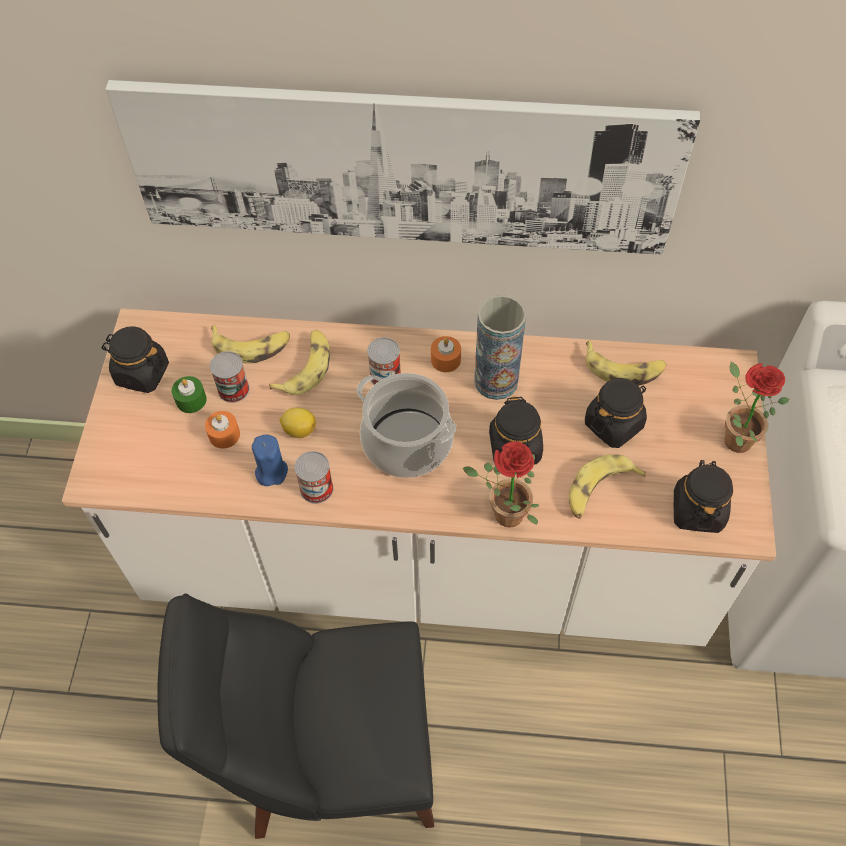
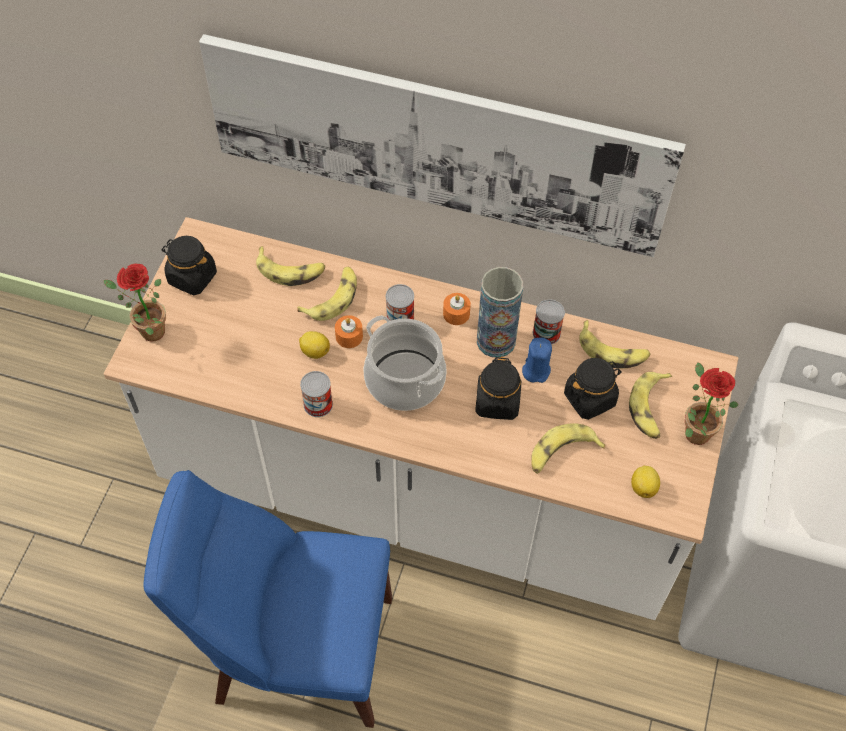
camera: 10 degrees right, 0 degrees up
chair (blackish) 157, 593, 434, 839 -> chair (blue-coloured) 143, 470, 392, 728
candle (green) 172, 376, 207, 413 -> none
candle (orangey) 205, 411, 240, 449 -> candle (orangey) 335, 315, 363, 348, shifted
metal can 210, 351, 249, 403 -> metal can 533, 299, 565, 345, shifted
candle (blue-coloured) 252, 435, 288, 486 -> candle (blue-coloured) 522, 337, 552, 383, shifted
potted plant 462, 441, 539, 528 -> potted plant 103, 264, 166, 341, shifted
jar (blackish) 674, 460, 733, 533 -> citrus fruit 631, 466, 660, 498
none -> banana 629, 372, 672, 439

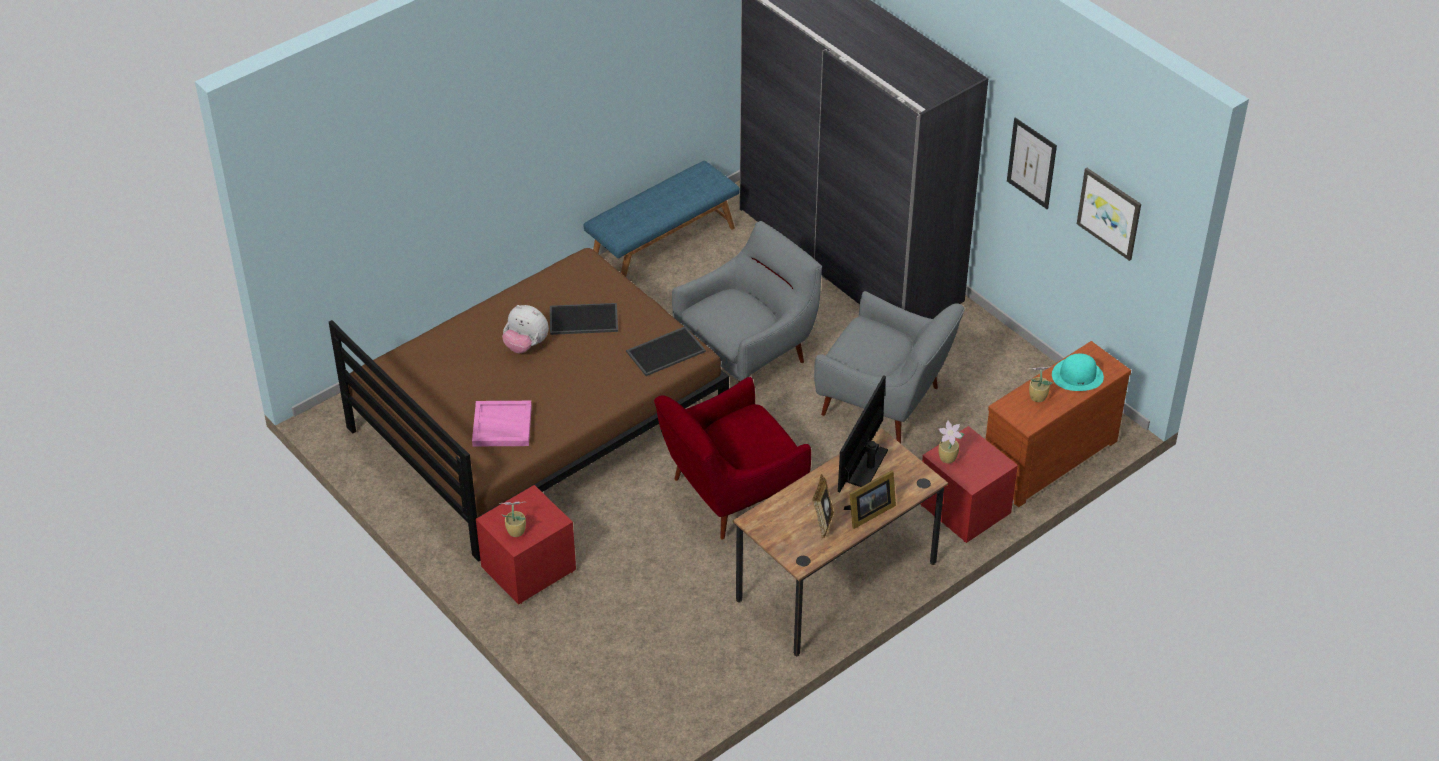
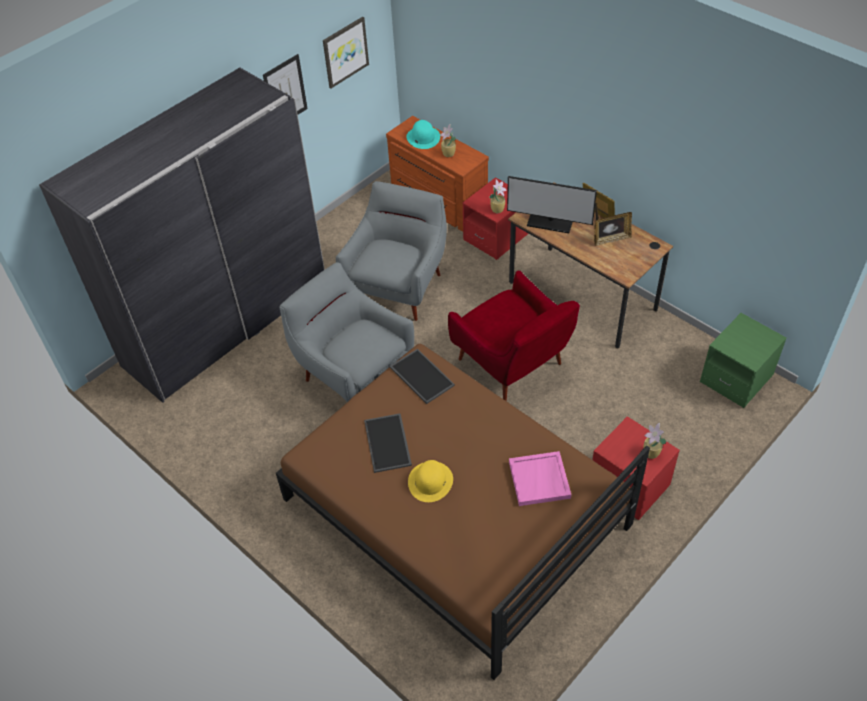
camera: 95 degrees left, 5 degrees up
cuddly toy 502, 305, 549, 353 -> clothing hat (yellowish) 408, 460, 453, 502
bench (blue-coloured) 584, 161, 740, 277 -> none
none -> bedside table (green) 700, 313, 787, 408

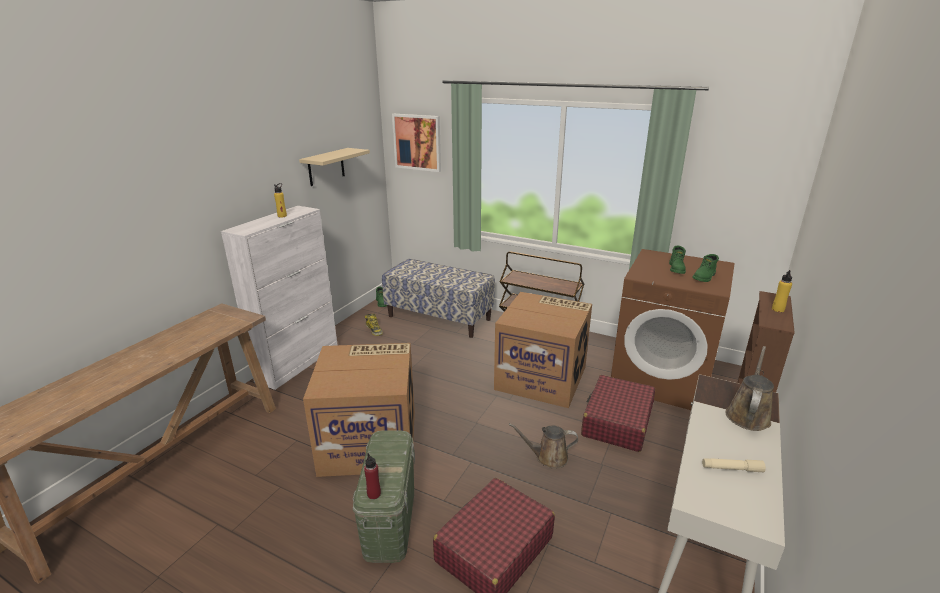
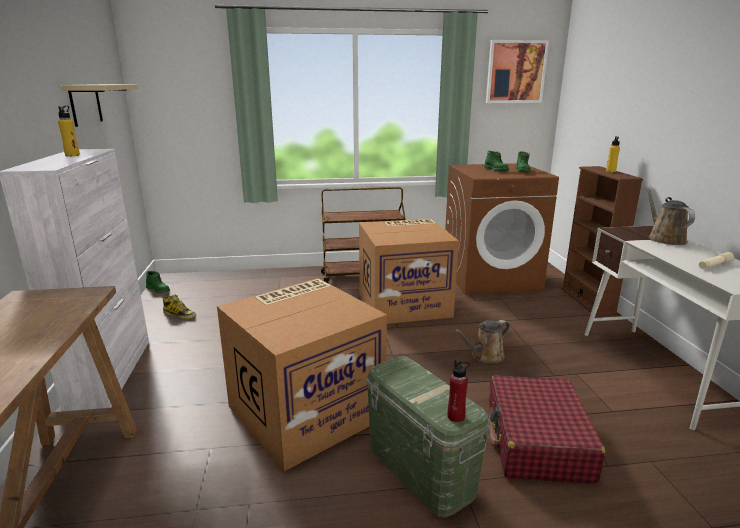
camera: 35 degrees left, 5 degrees down
bench 382, 259, 495, 338 -> none
wall picture 392, 114, 441, 172 -> wall picture 486, 40, 549, 103, shifted
travel case (red-coloured) 581, 375, 655, 452 -> none

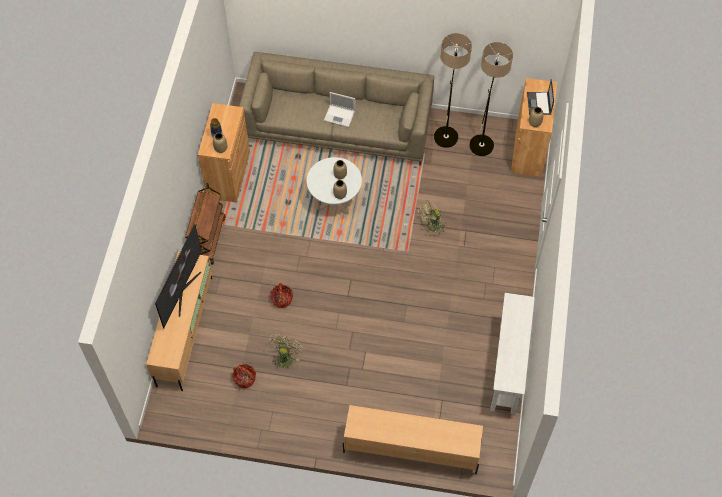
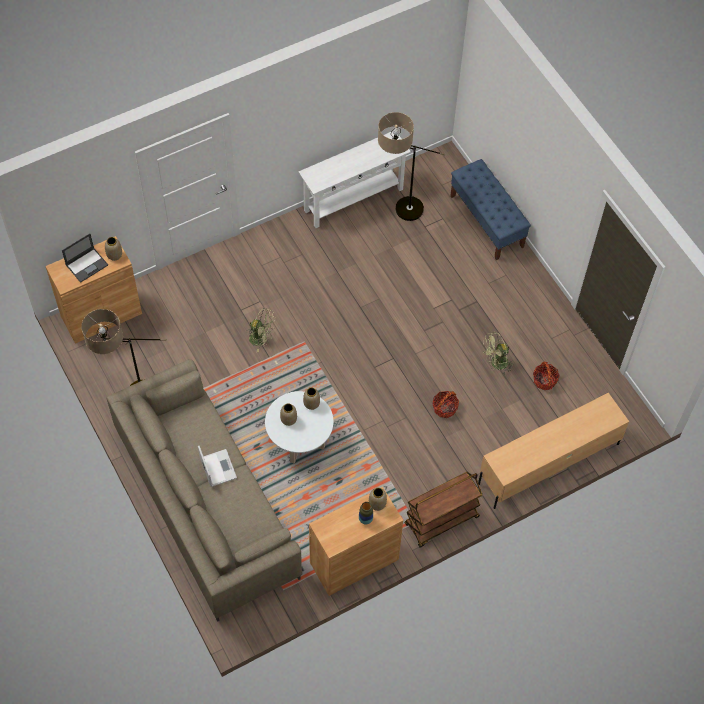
camera: 130 degrees left, 0 degrees up
TV 155, 224, 202, 328 -> none
tv unit (beige-coloured) 343, 405, 483, 474 -> bench (blue-coloured) 450, 159, 531, 260
standing lamp 469, 42, 513, 156 -> standing lamp 378, 112, 445, 221, shifted

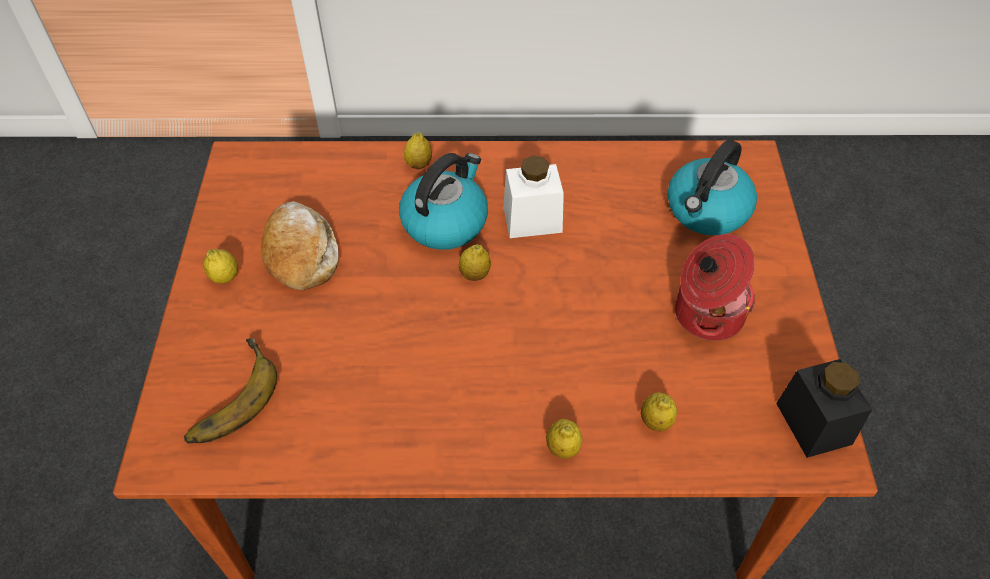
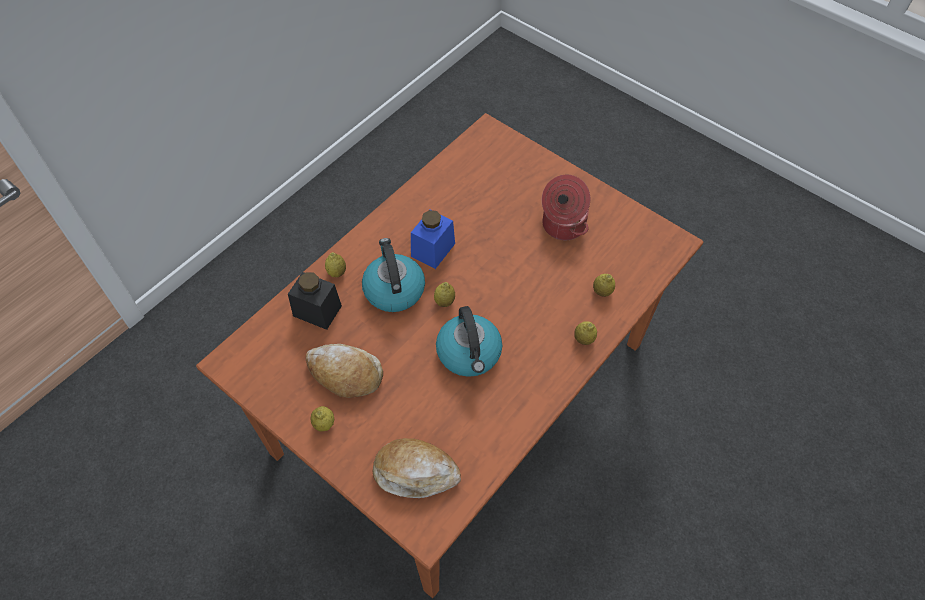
camera: 50 degrees left, 5 degrees up
banana 184, 338, 277, 444 -> bakery bread 373, 438, 461, 498
jar (white) 503, 156, 564, 238 -> jar (blue-coloured) 411, 210, 455, 269
water kettle 667, 140, 757, 235 -> water kettle 436, 306, 502, 377, shifted
jar (blackish) 776, 359, 872, 458 -> jar (blackish) 288, 272, 342, 330, shifted

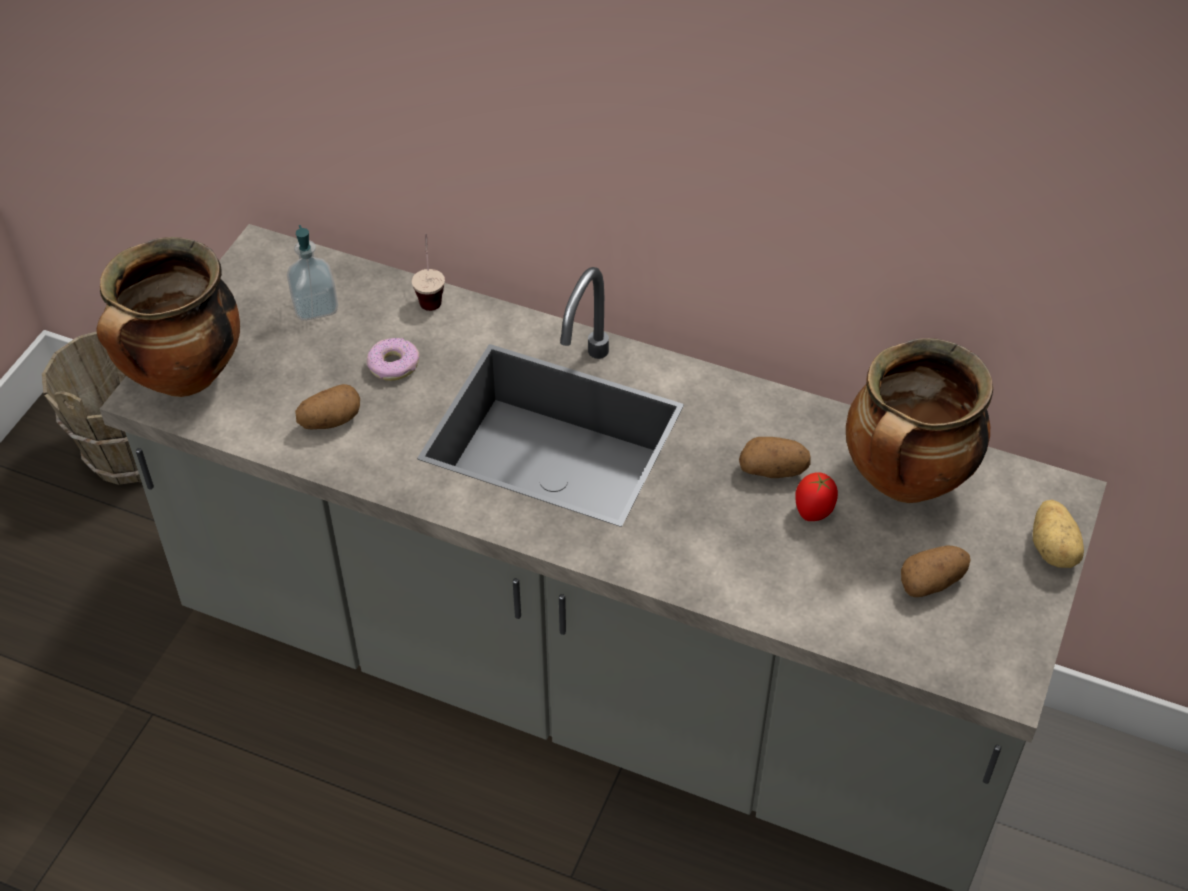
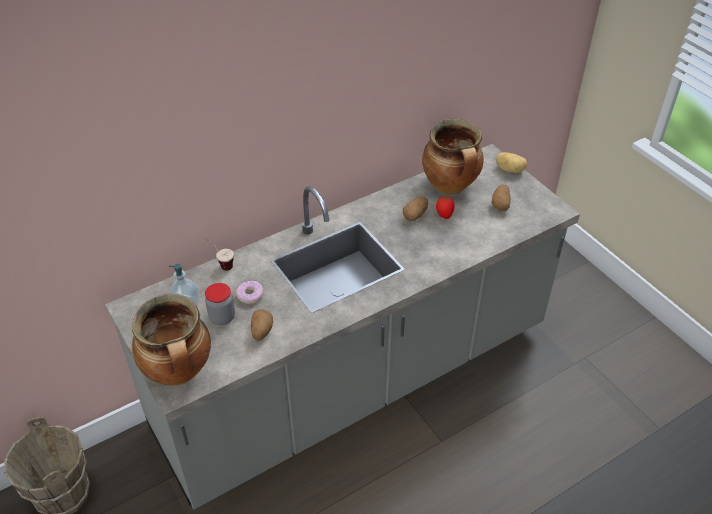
camera: 55 degrees left, 5 degrees down
none -> jar 205, 283, 235, 325

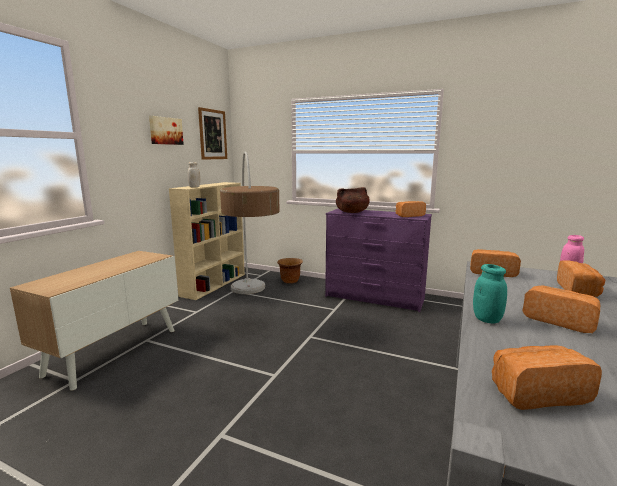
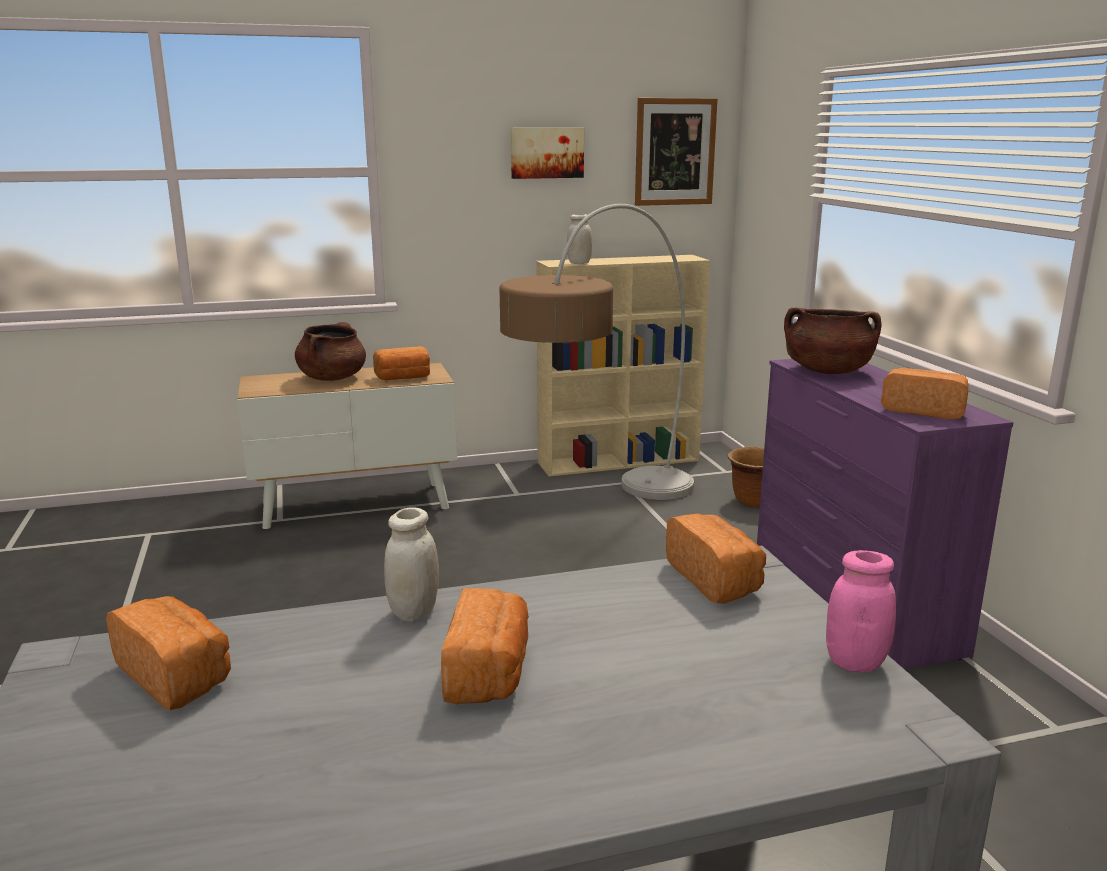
camera: 50 degrees right, 5 degrees up
jar (turquoise-coloured) 473, 264, 507, 324 -> jar (white) 384, 507, 439, 622
bakery bread 557, 260, 605, 297 -> bakery bread 373, 346, 430, 381, shifted
none -> saucepot (brown-coloured) 295, 322, 366, 381

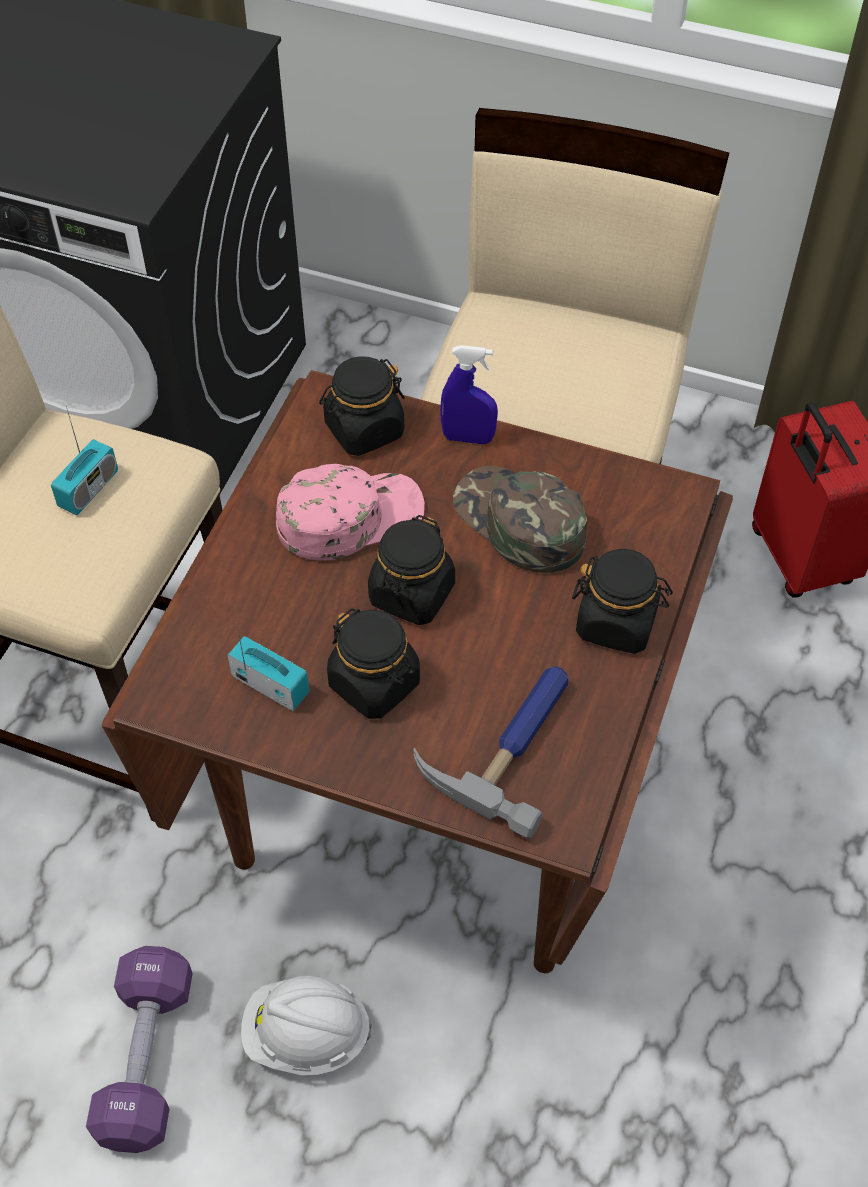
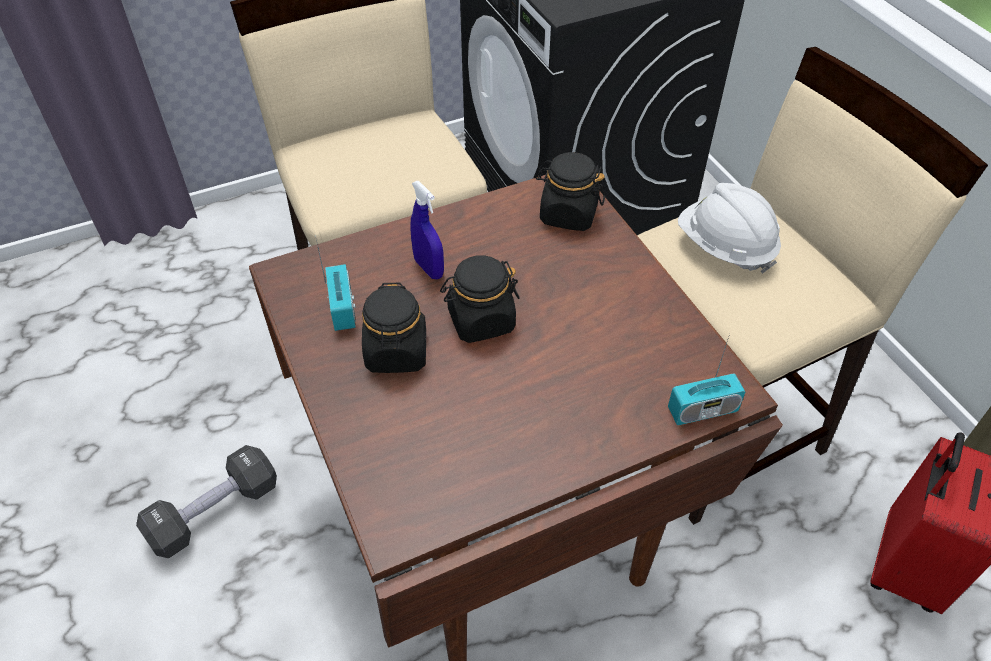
camera: 45 degrees right, 5 degrees down
radio 51, 406, 118, 515 -> radio 668, 333, 745, 425, shifted
dumbbell (purplish) 86, 946, 193, 1153 -> dumbbell (blackish) 136, 445, 277, 558
safety helmet (white) 241, 975, 372, 1075 -> safety helmet (white) 678, 183, 781, 274, shifted
peaked cap (pink-coloured) 276, 464, 425, 561 -> none
tool hammer 413, 666, 568, 839 -> none
hand sprayer (blue-coloured) 440, 345, 498, 444 -> hand sprayer (blue-coloured) 410, 181, 444, 279, shifted
peaked cap (green) 453, 466, 587, 573 -> none
jar (blackish) 572, 549, 673, 654 -> none

